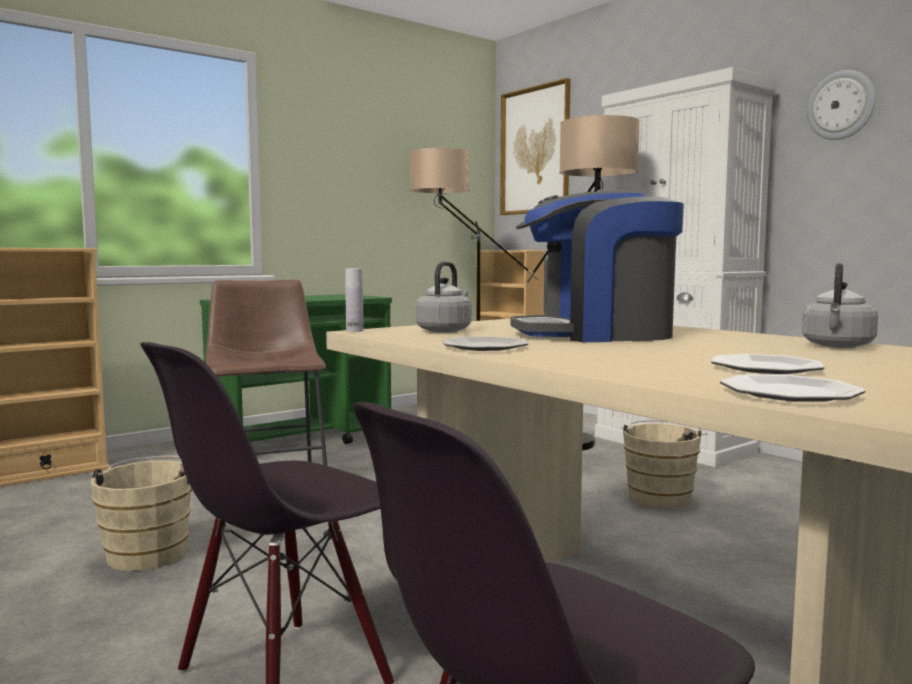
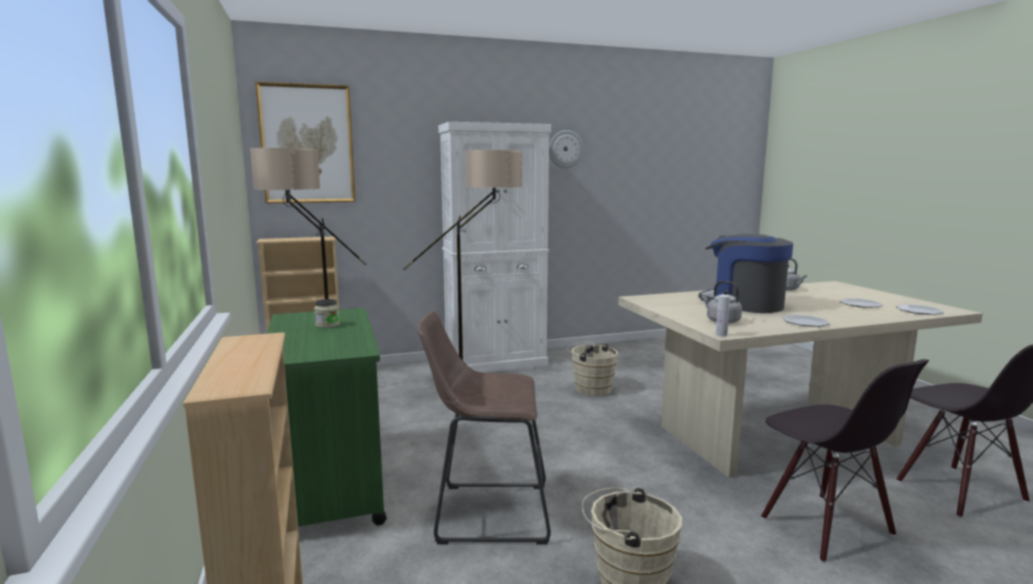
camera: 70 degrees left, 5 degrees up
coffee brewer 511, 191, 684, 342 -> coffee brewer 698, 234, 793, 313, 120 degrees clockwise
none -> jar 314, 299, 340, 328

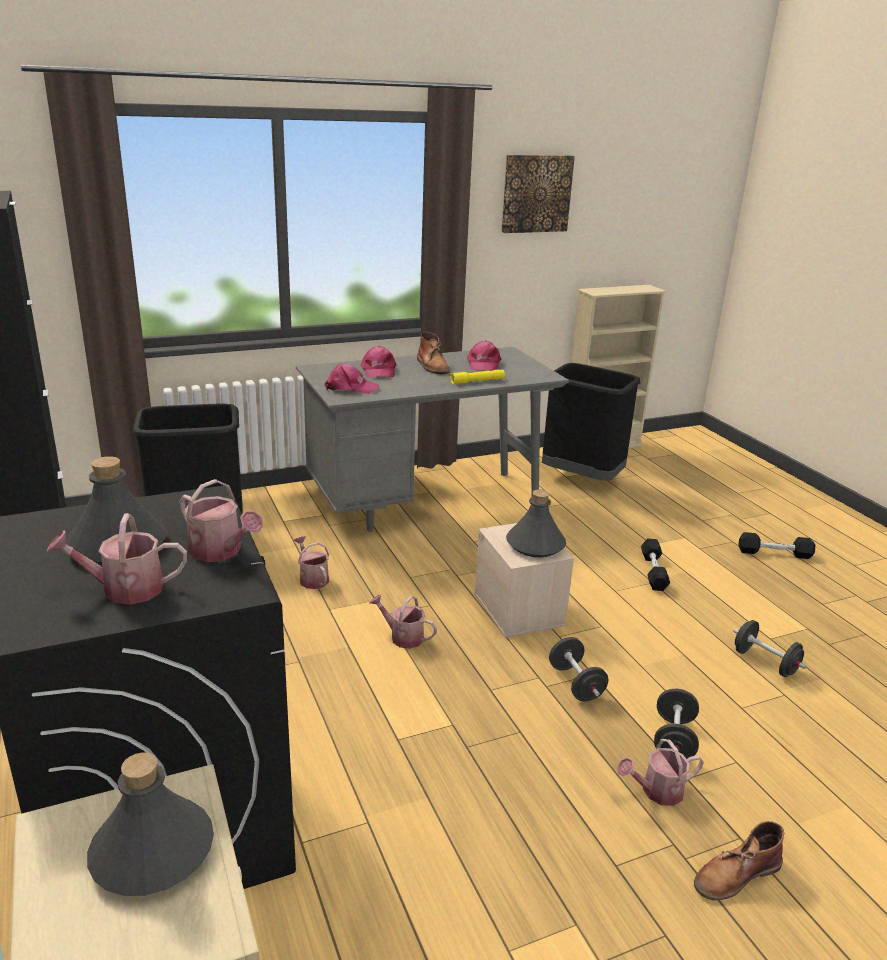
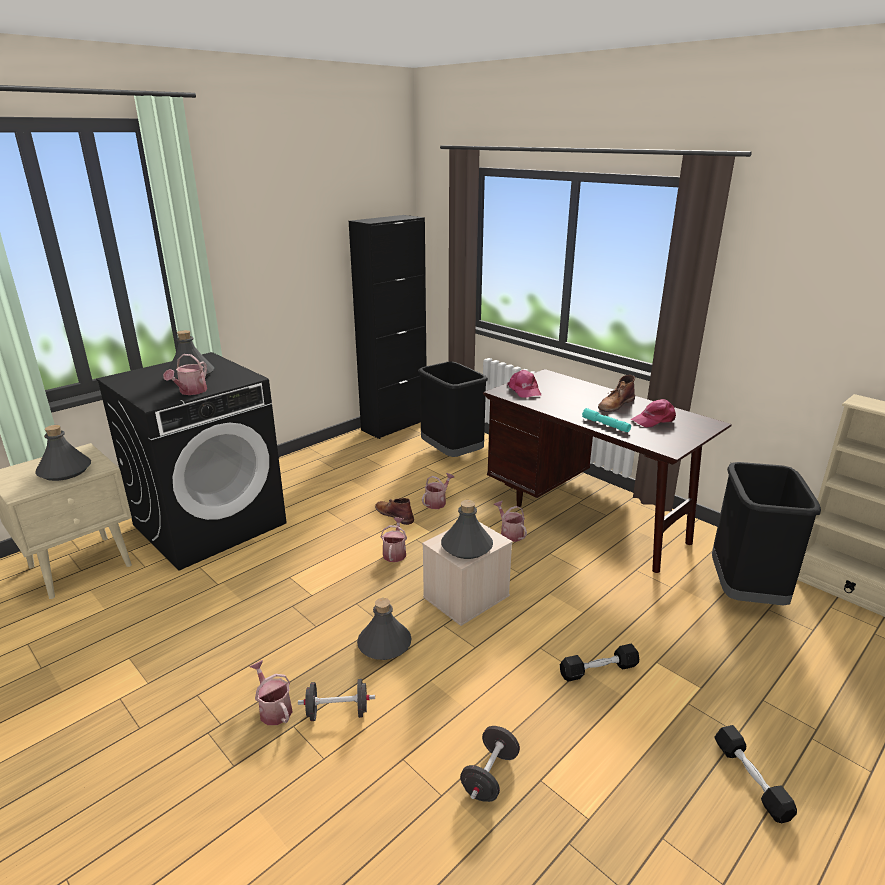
camera: 70 degrees right, 0 degrees up
sprinkling can 47, 513, 187, 605 -> sprinkling can 494, 501, 527, 542, shifted
desk table (grey) 296, 347, 569, 532 -> desk table (brown-coloured) 483, 369, 732, 573
peaked cap (pink-coloured) 361, 346, 397, 378 -> none
torch (yellowish) 450, 370, 505, 384 -> torch (turquoise-coloured) 582, 408, 631, 432
wall picture 501, 155, 575, 233 -> none
dumbbell (blackish) 549, 637, 608, 702 -> drink bottle (grey) 357, 598, 412, 660
boot (brown-coloured) 694, 821, 784, 900 -> boot (brown-coloured) 375, 498, 414, 525, shifted

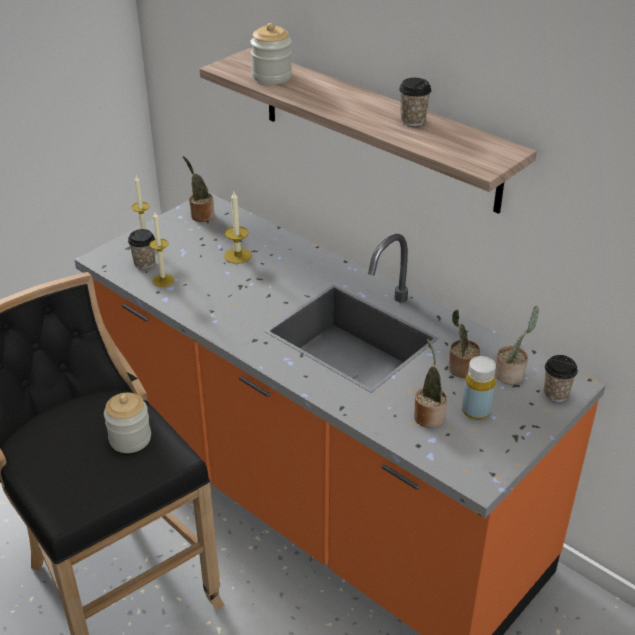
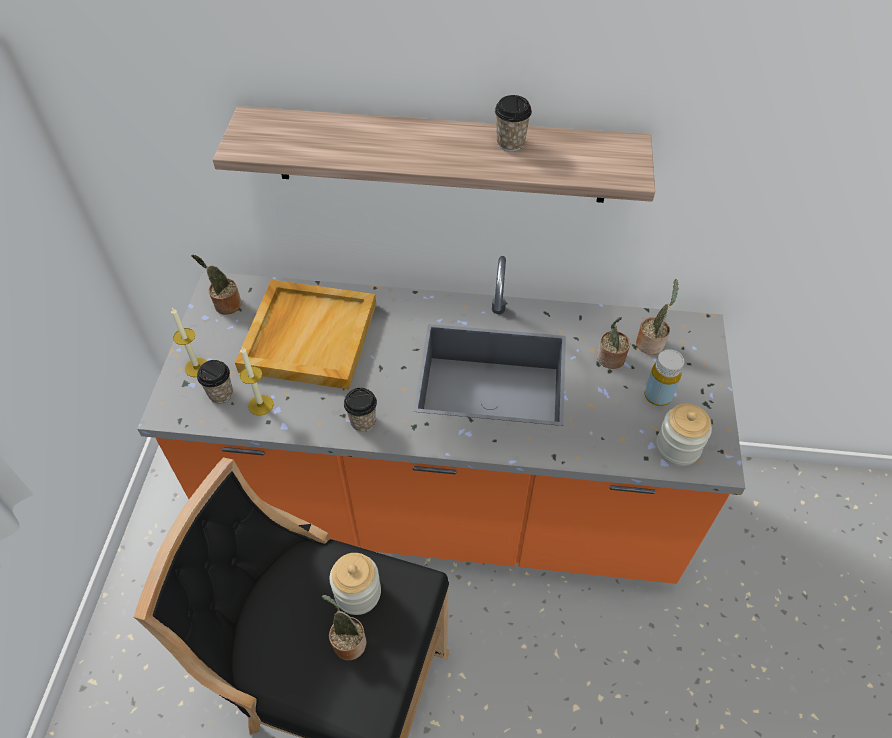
camera: 35 degrees left, 15 degrees up
candle 224, 192, 252, 264 -> carrying tray (beige-coloured) 235, 280, 376, 389
jar 250, 23, 292, 84 -> jar 656, 404, 712, 466, shifted
potted plant 414, 339, 447, 428 -> potted plant 322, 595, 366, 661, shifted
small cup 544, 355, 578, 402 -> small cup 344, 388, 377, 432, shifted

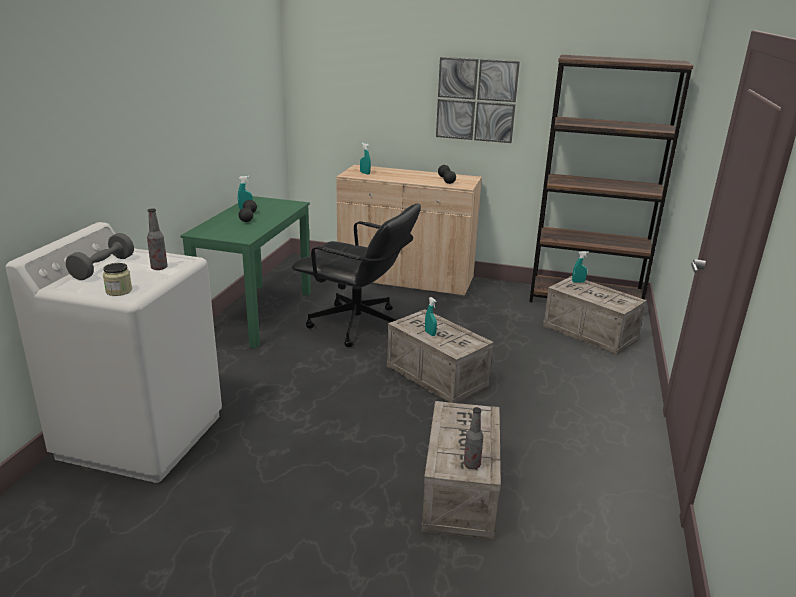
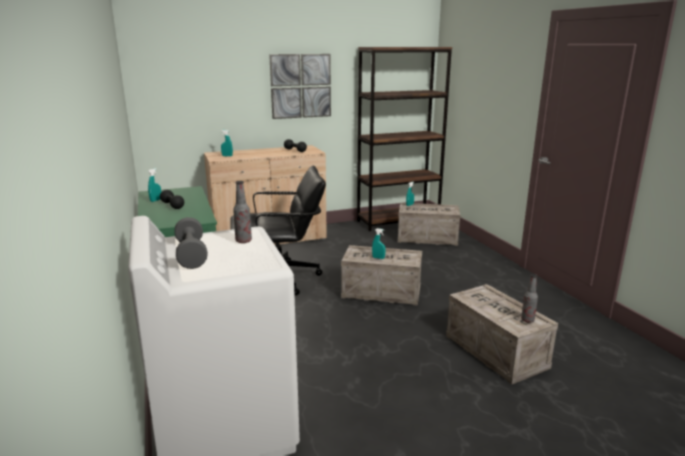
camera: 35 degrees left, 5 degrees down
jar 103, 263, 132, 296 -> none

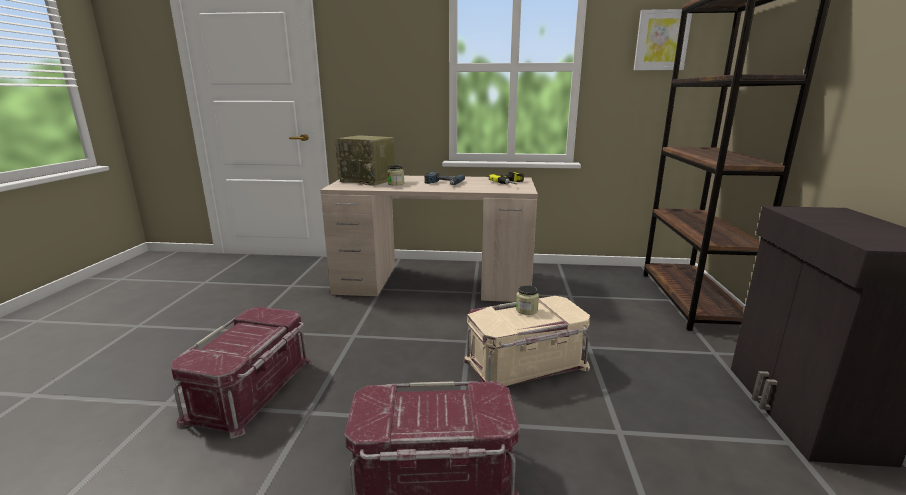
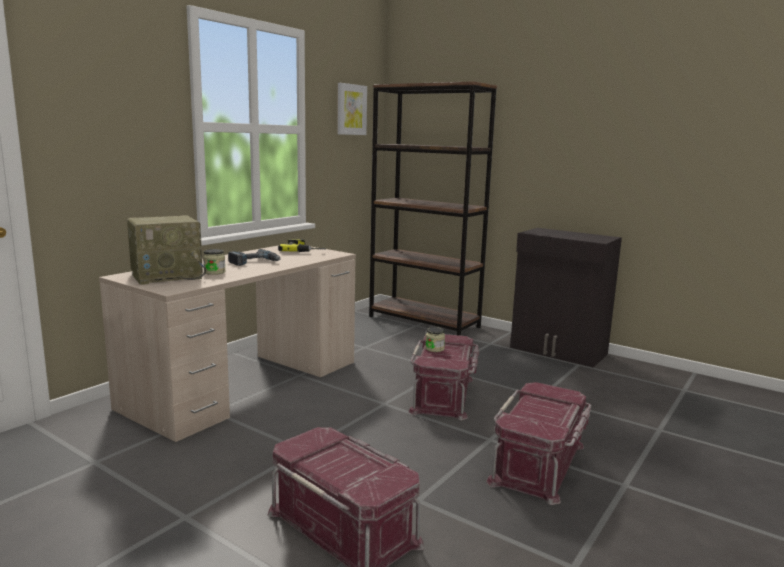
camera: 60 degrees left, 5 degrees down
storage box (beige-coloured) 463, 296, 590, 386 -> storage box (red-coloured) 408, 334, 479, 420

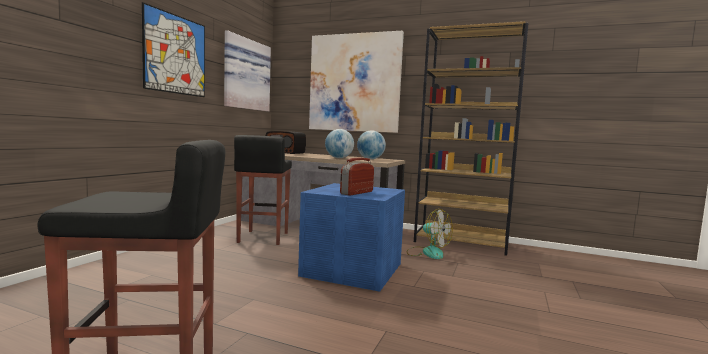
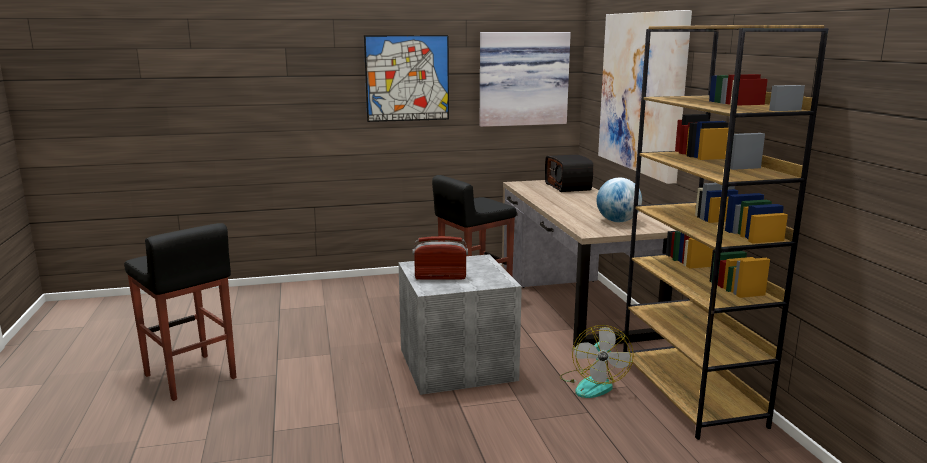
camera: 55 degrees right, 10 degrees up
storage box (blue-coloured) 298, 183, 405, 292 -> storage box (grey) 398, 254, 522, 395
world globe 325, 129, 354, 158 -> none

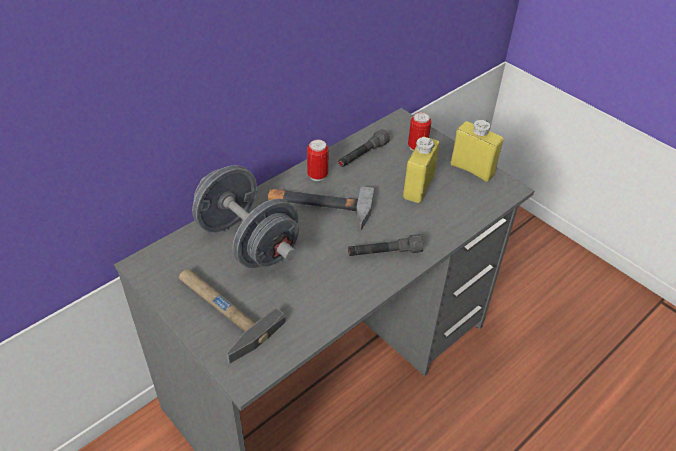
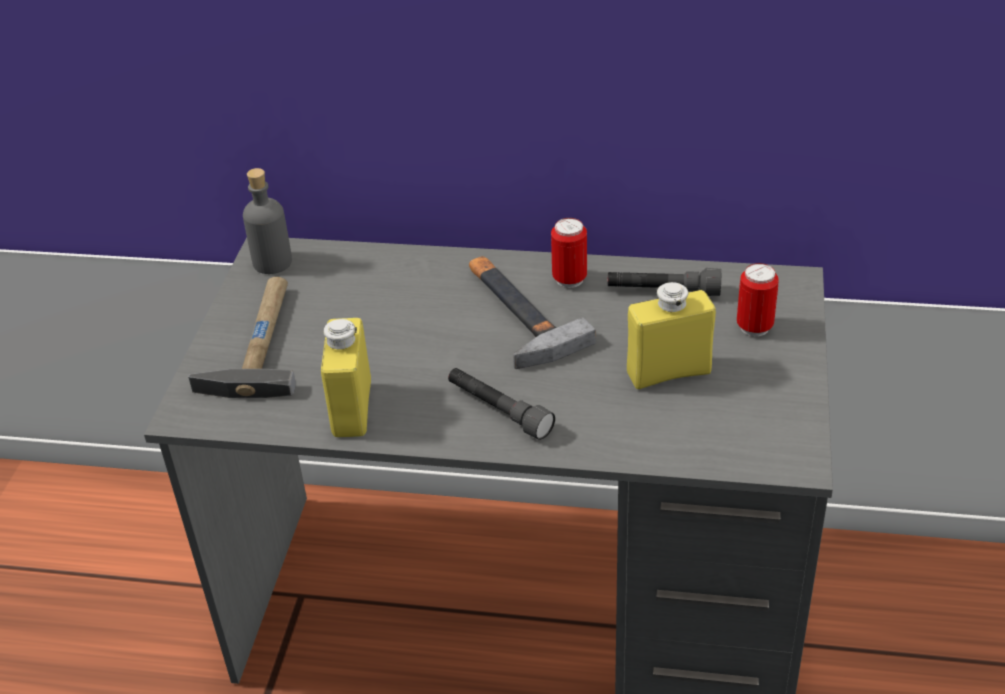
camera: 55 degrees right, 5 degrees down
dumbbell (grey) 192, 165, 299, 268 -> none
drink bottle (yellowish) 451, 120, 503, 182 -> drink bottle (yellowish) 321, 318, 371, 438, shifted
none -> drink bottle (grey) 243, 168, 292, 274

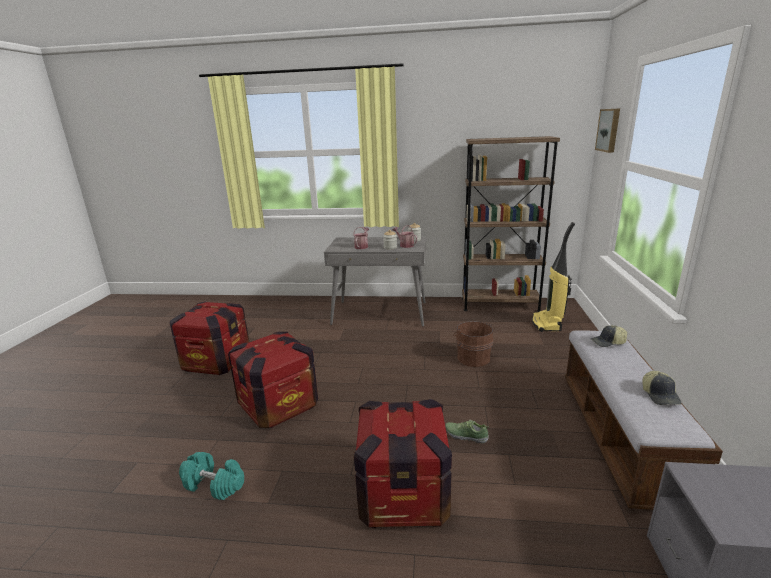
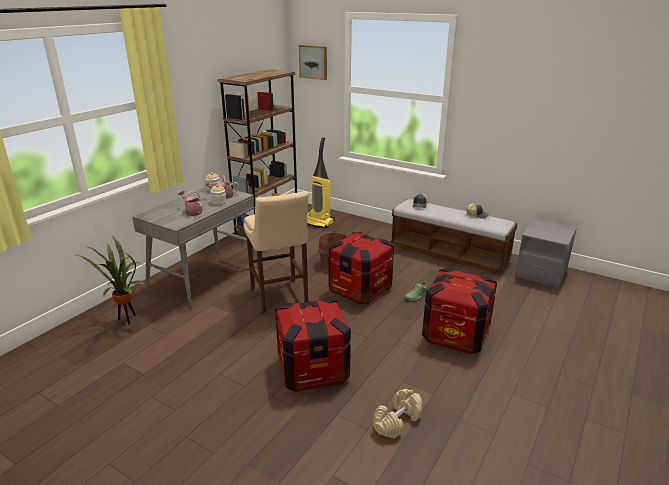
camera: 65 degrees left, 5 degrees up
crate 169, 301, 249, 375 -> crate 328, 232, 394, 304, shifted
dumbbell (turquoise-coloured) 179, 452, 244, 500 -> dumbbell (beige-coloured) 373, 389, 422, 438
none -> potted plant 76, 236, 144, 325
none -> stool (beige-coloured) 243, 191, 308, 313

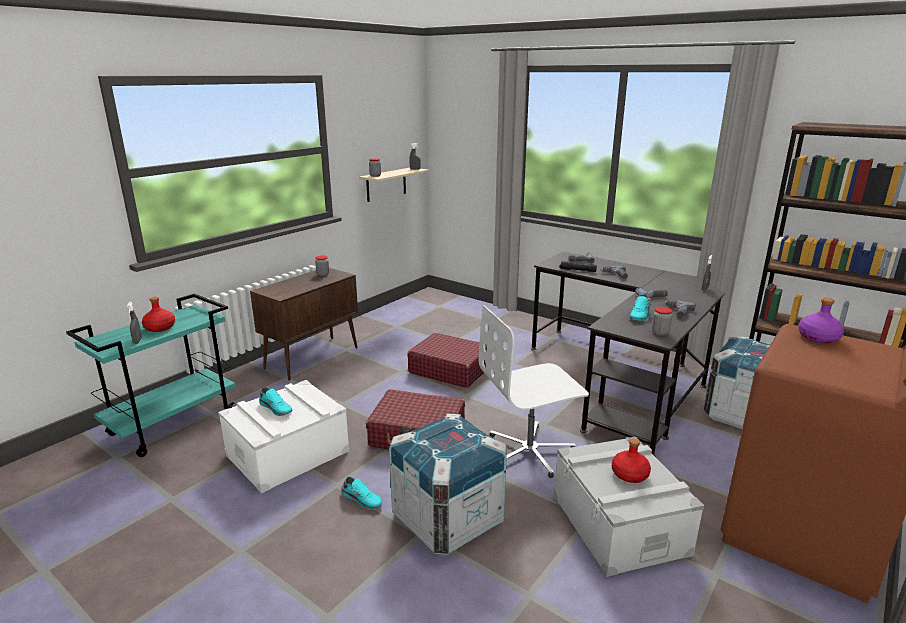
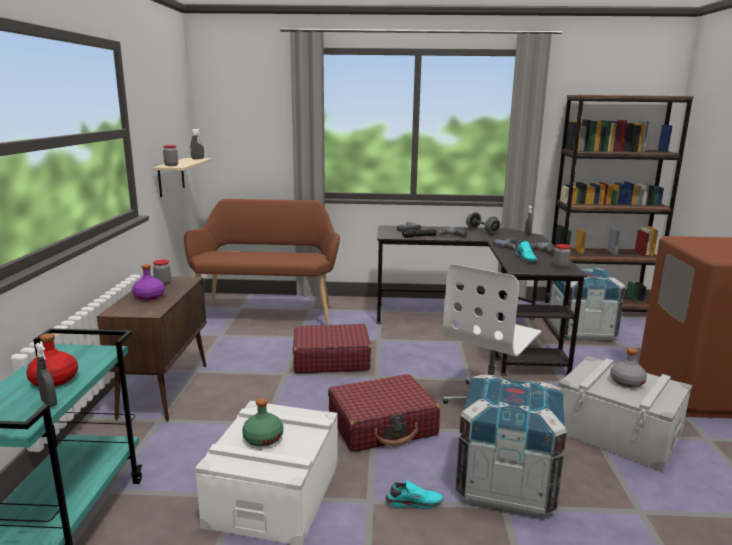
camera: 35 degrees left, 5 degrees down
low shoe (turquoise-coloured) 259, 387, 292, 416 -> drink bottle (green) 242, 398, 283, 447
drink bottle (red-coloured) 612, 438, 651, 483 -> drink bottle (grey) 610, 348, 647, 388
drink bottle (purplish) 798, 298, 844, 344 -> drink bottle (purplish) 132, 264, 165, 300, shifted
none -> bench (brown-coloured) 184, 199, 340, 325
none -> dumbbell (grey) 466, 212, 500, 234

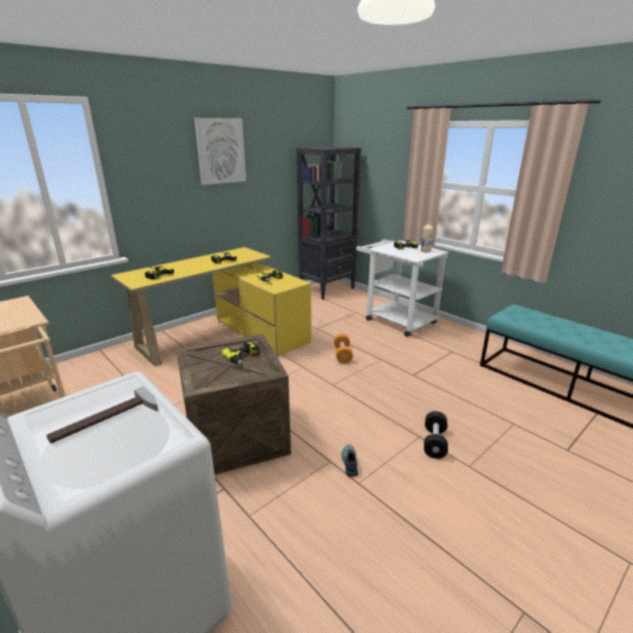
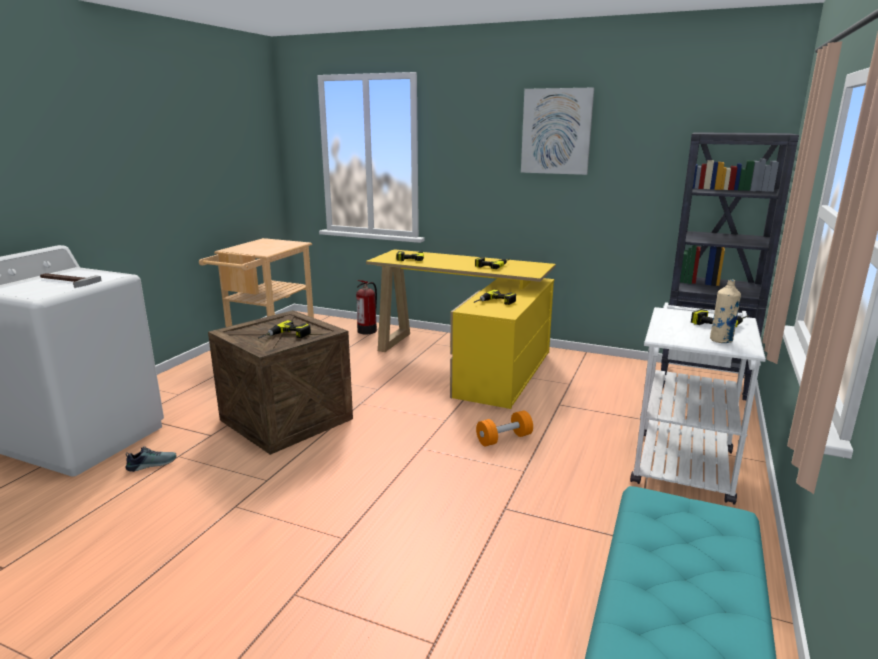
camera: 65 degrees right, 5 degrees down
low shoe 341, 444, 358, 477 -> low shoe 125, 446, 177, 472, shifted
dumbbell (blackish) 424, 411, 448, 459 -> none
none -> fire extinguisher 356, 280, 377, 334

